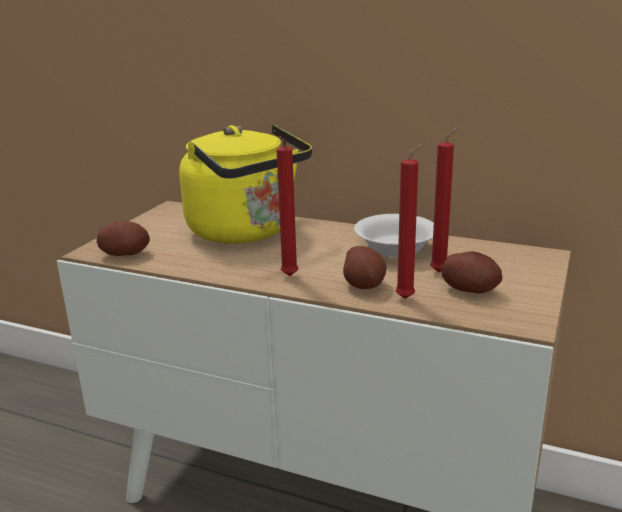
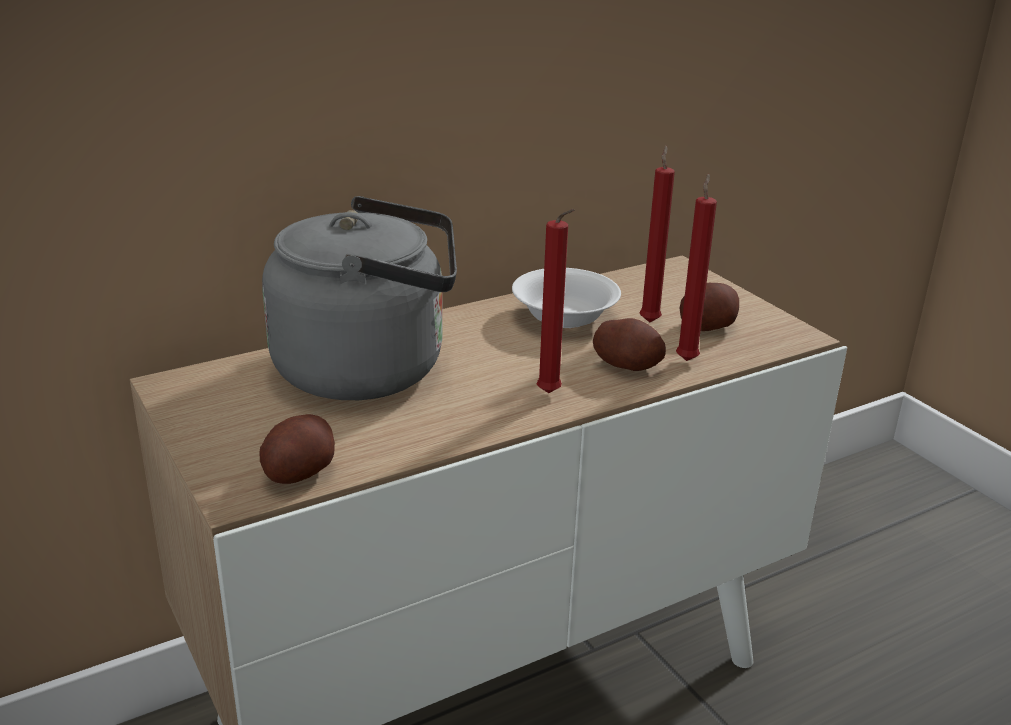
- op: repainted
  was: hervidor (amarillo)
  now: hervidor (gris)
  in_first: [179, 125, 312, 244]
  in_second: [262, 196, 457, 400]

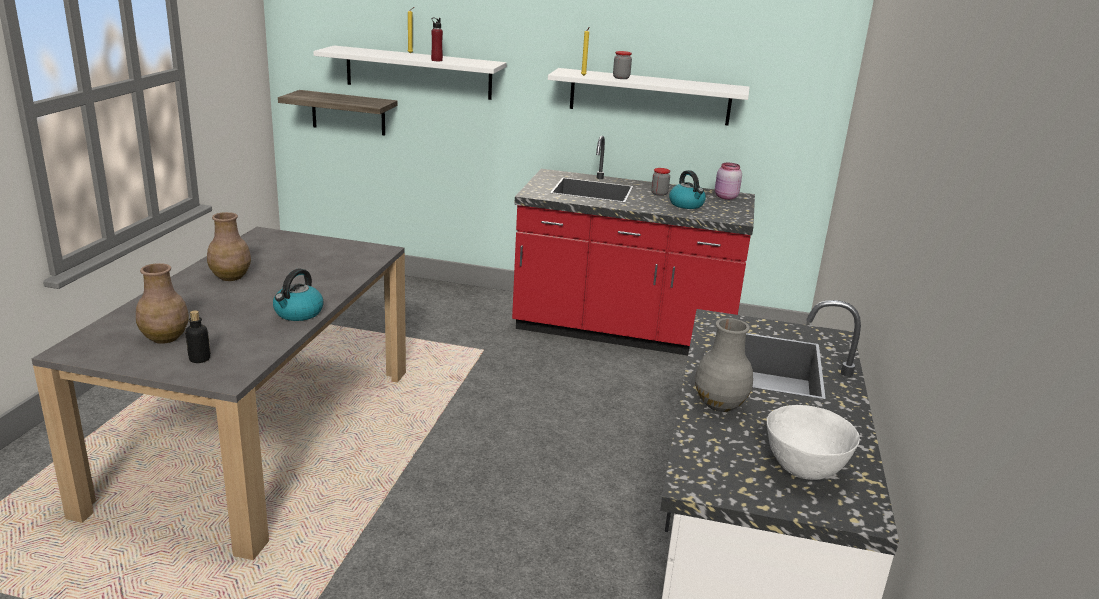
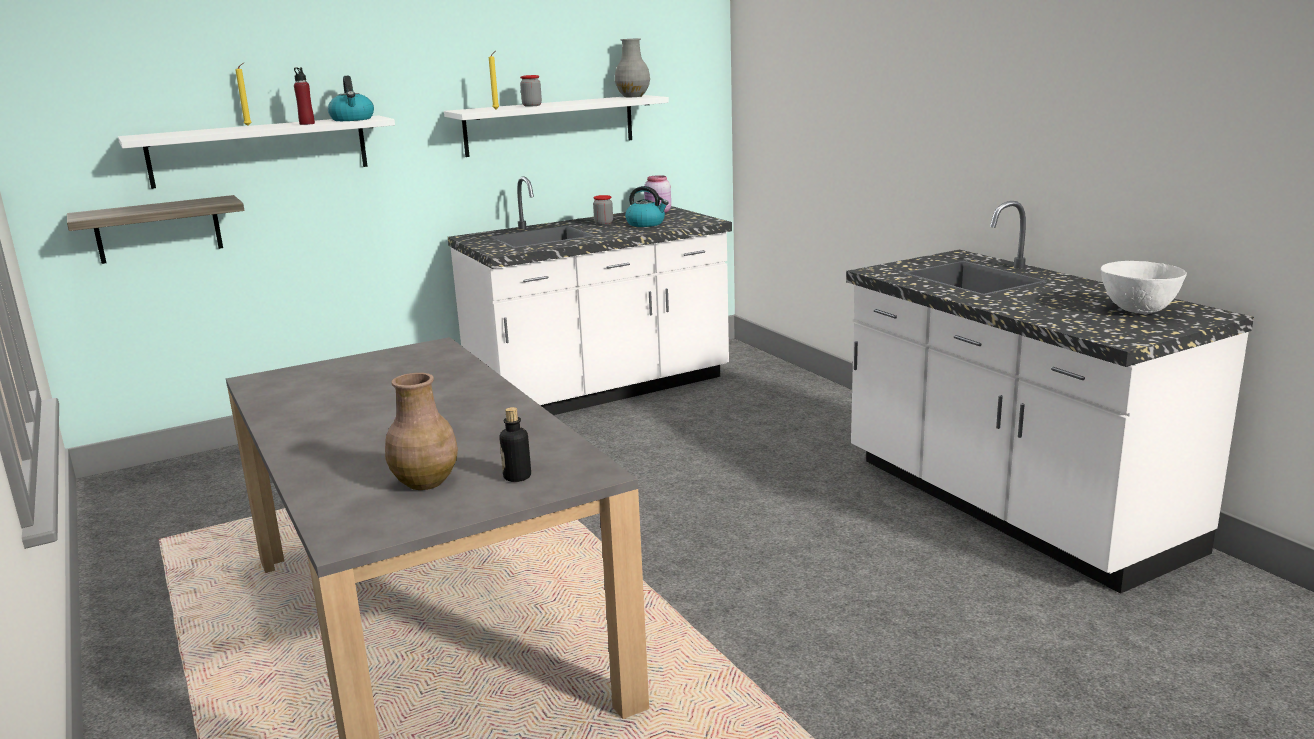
- op: gone
  was: florero (marrón)
  in_first: [207, 212, 251, 281]
- op: shifted
  was: hervidor
  in_first: [273, 268, 324, 321]
  in_second: [328, 76, 374, 121]
- op: shifted
  was: florero (gris)
  in_first: [695, 318, 753, 412]
  in_second: [615, 38, 650, 97]
- op: repainted
  was: mueble bajo de cocina (rojo)
  now: mueble bajo de cocina (blanco)
  in_first: [512, 136, 755, 356]
  in_second: [448, 176, 732, 415]

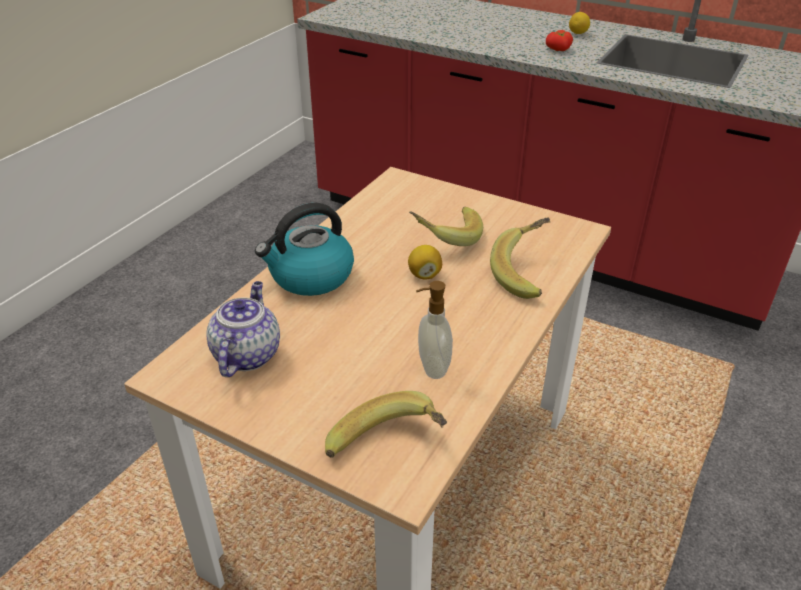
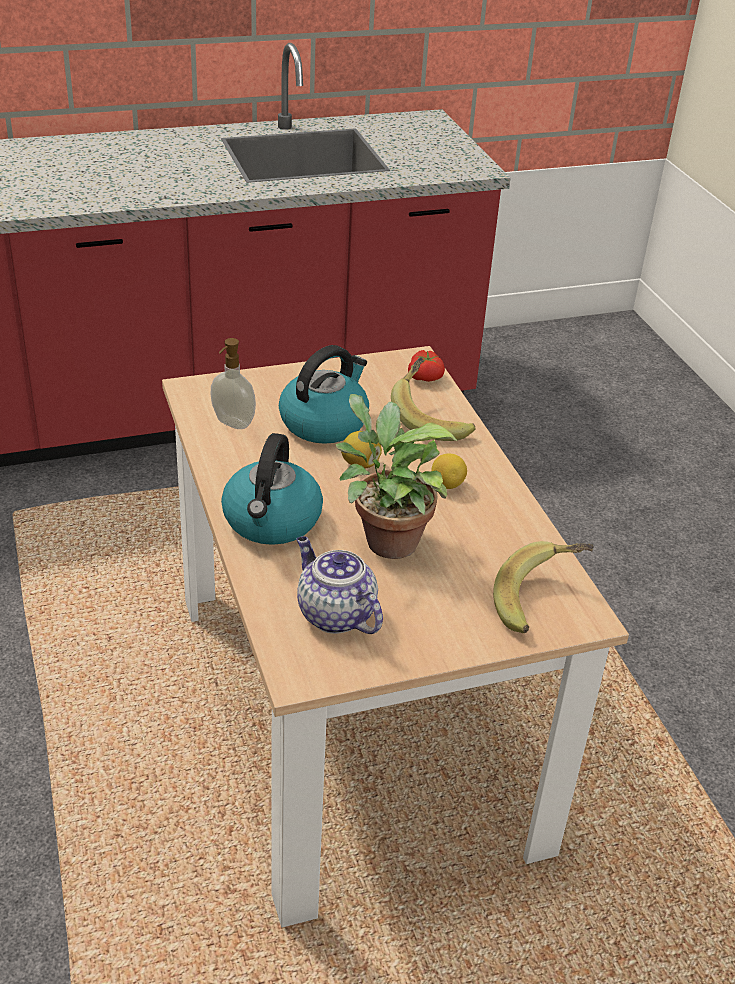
- op: new
  now: planta en maceta
  in_second: [336, 394, 457, 559]
- op: shifted
  was: dispensador de jabón
  in_first: [416, 281, 453, 379]
  in_second: [210, 338, 256, 429]
- op: shifted
  was: tomate
  in_first: [546, 30, 573, 51]
  in_second: [408, 350, 445, 382]
- op: shifted
  was: limón
  in_first: [569, 12, 590, 34]
  in_second: [431, 454, 467, 489]
- op: swapped
  was: plátano
  now: hervidor
  in_first: [409, 207, 483, 246]
  in_second: [279, 345, 369, 444]

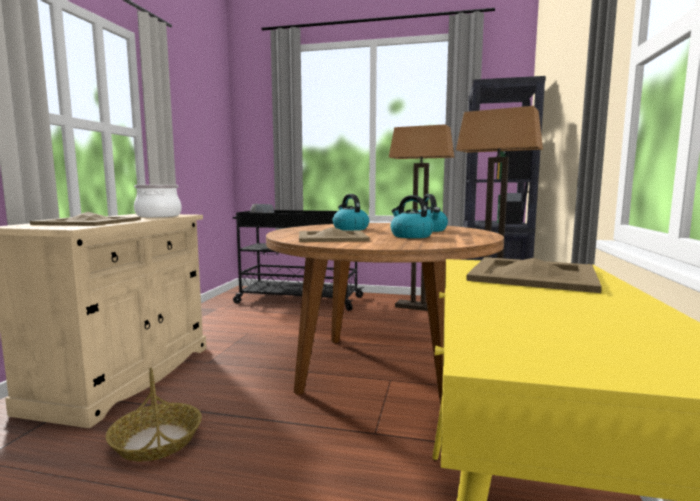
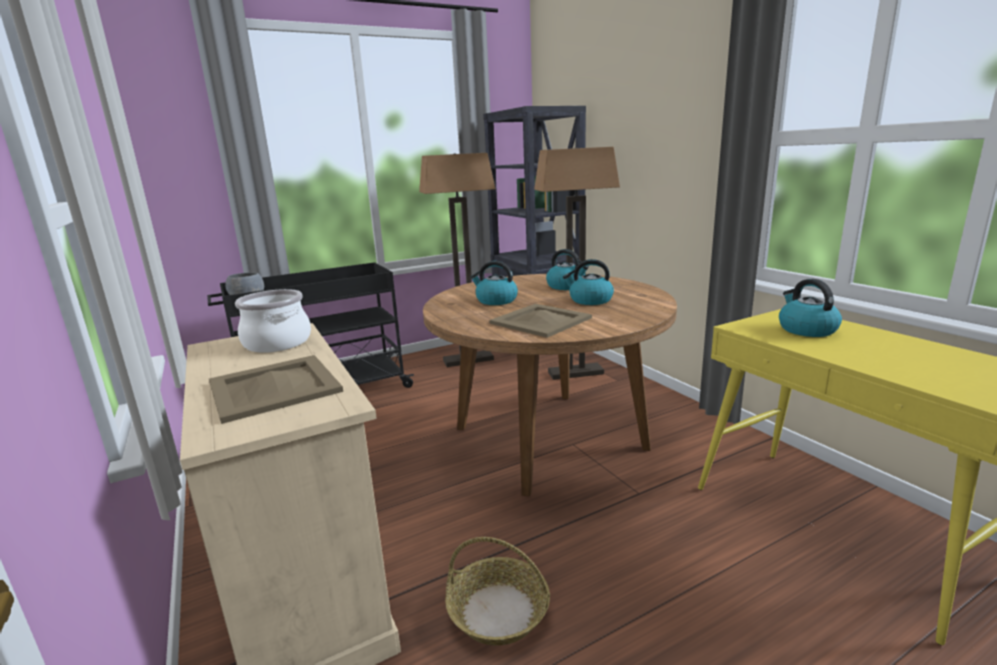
- op: swapped
  was: bandeja (beis)
  now: hervidor
  in_first: [466, 257, 602, 293]
  in_second: [779, 279, 842, 337]

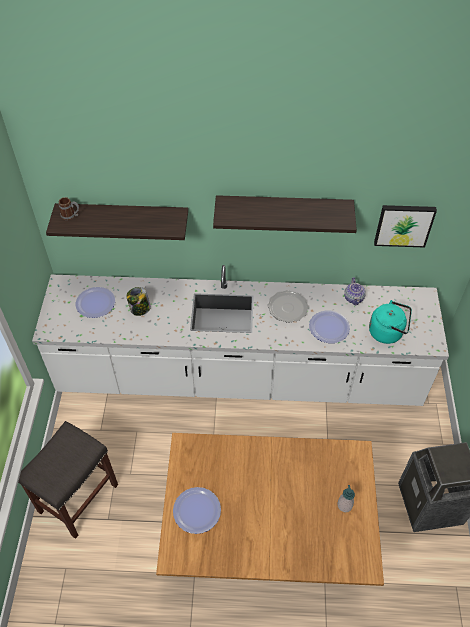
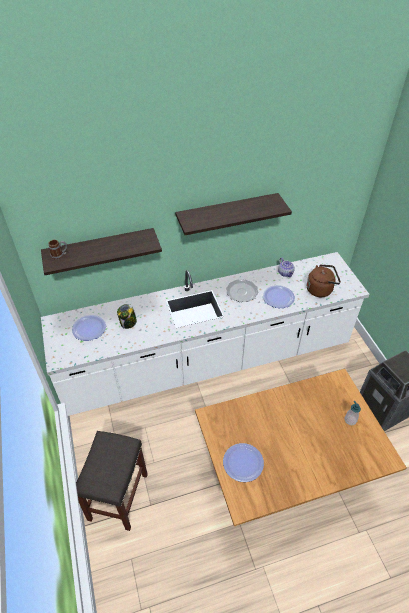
- op: gone
  was: cuadro
  in_first: [374, 205, 437, 248]
- op: repainted
  was: hervidor (turquesa)
  now: hervidor (marrón)
  in_first: [369, 300, 412, 344]
  in_second: [307, 264, 341, 297]

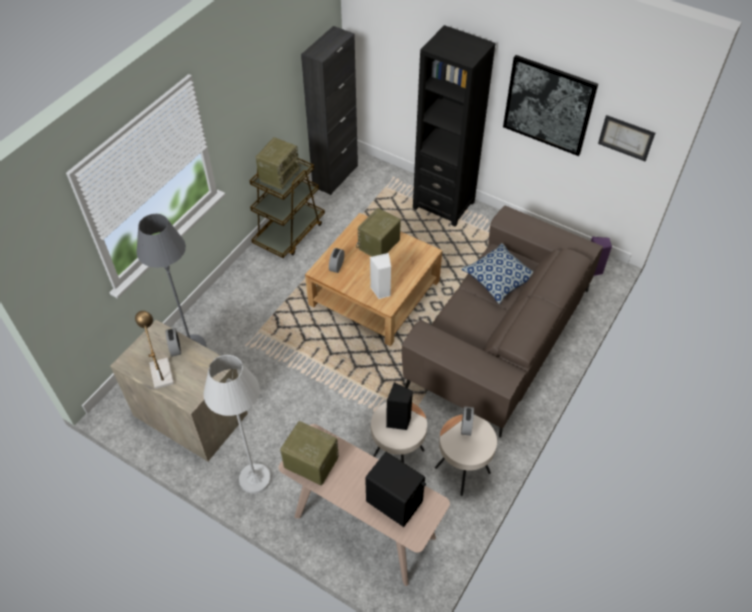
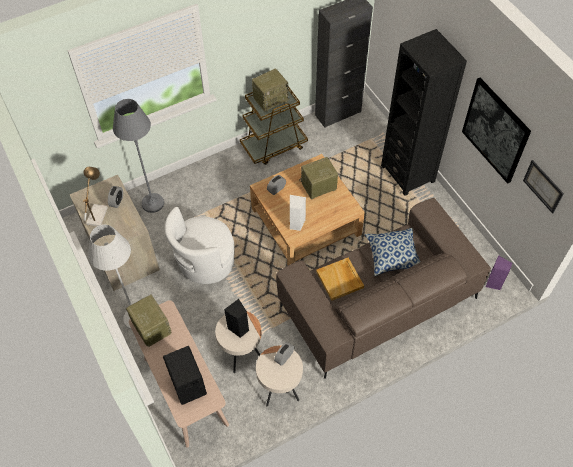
- op: new
  now: sillón (blanco)
  in_second: [165, 207, 235, 284]
- op: new
  now: bandeja (beis)
  in_second: [316, 258, 364, 301]

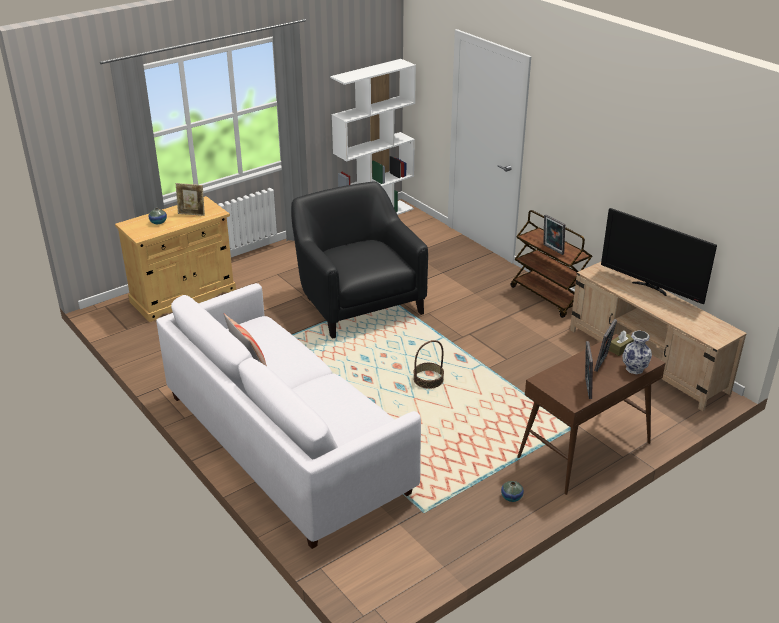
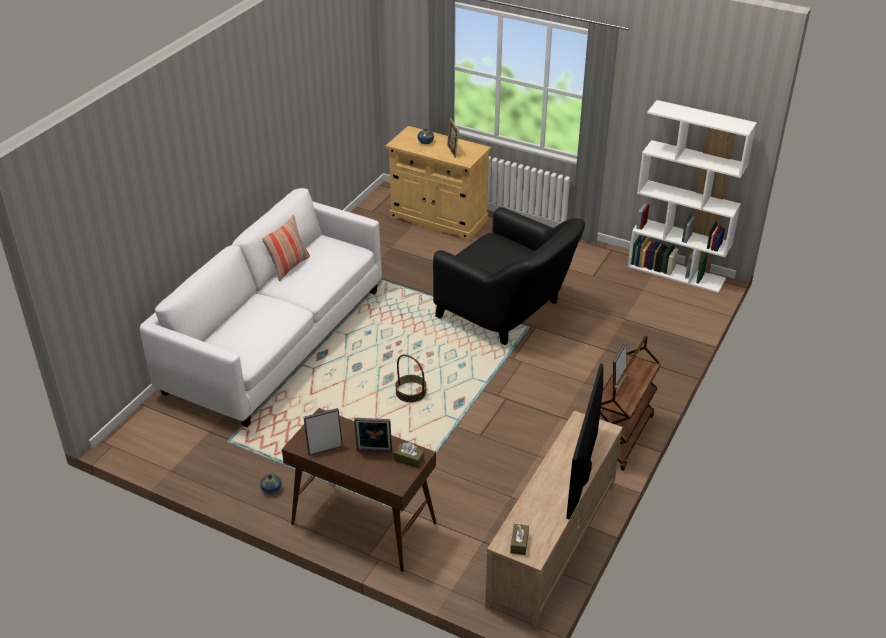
- op: gone
  was: florero
  in_first: [622, 330, 652, 375]
- op: new
  now: caja de pañuelos (marrón)
  in_second: [510, 524, 529, 555]
- op: rotated
  was: sillón (negro)
  in_first: [291, 181, 428, 338]
  in_second: [433, 207, 585, 345]
  clockwise: 90

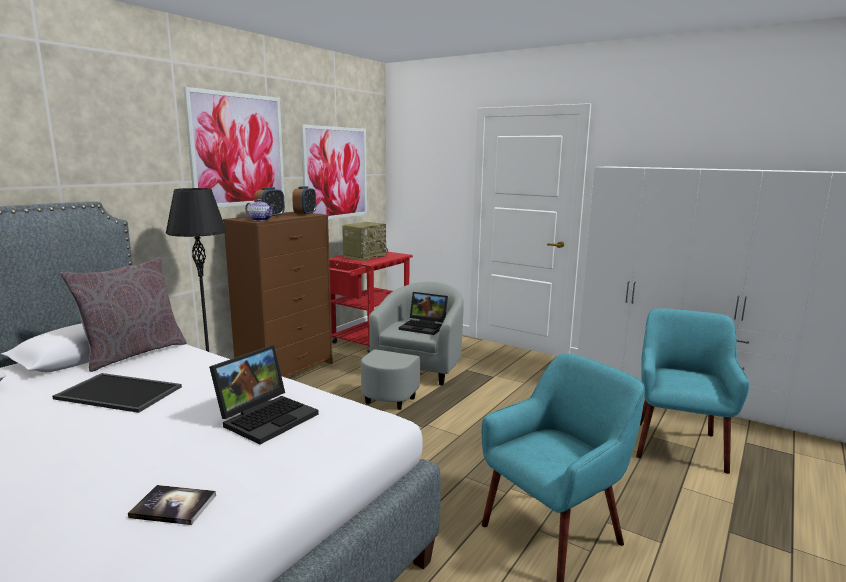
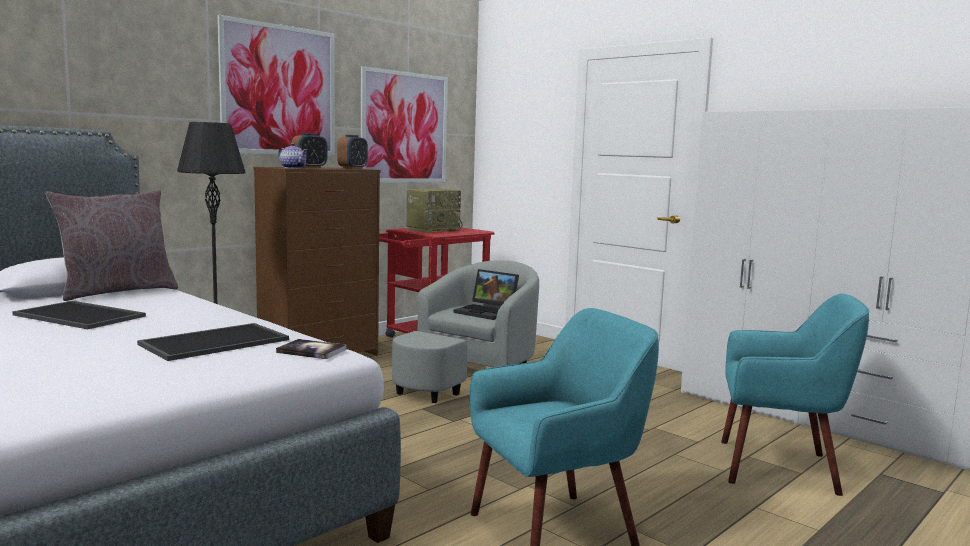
- op: shifted
  was: libro
  in_first: [128, 485, 216, 525]
  in_second: [276, 339, 347, 359]
- op: swapped
  was: portátil
  now: bandeja
  in_first: [209, 345, 319, 444]
  in_second: [137, 323, 289, 361]
- op: rotated
  was: sillón (turquesa)
  in_first: [636, 308, 749, 474]
  in_second: [721, 293, 869, 496]
  clockwise: 75

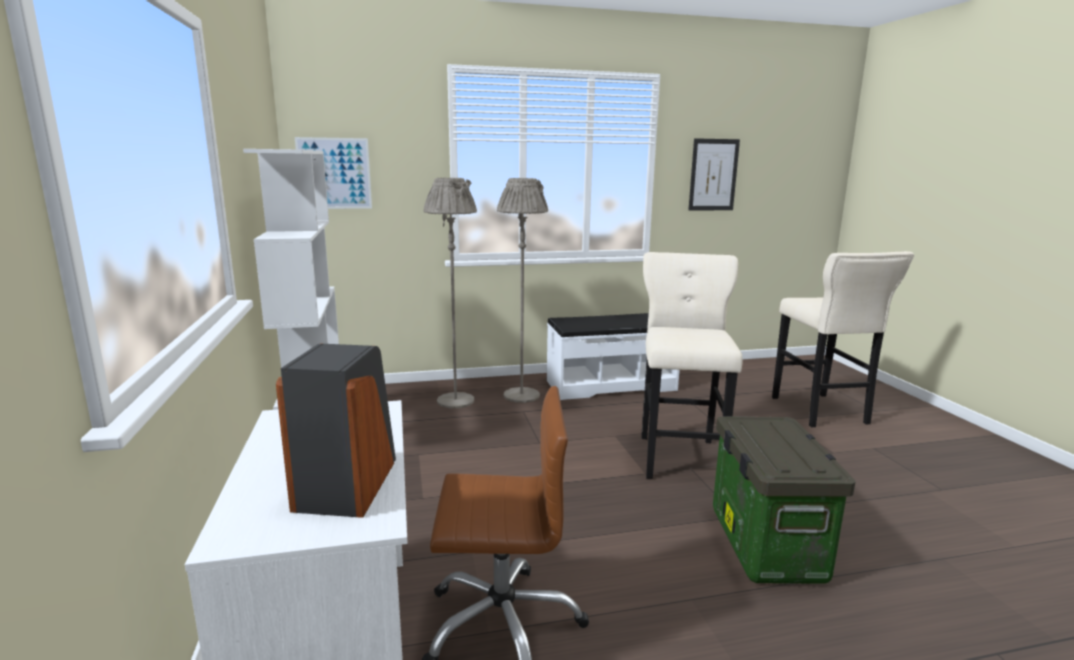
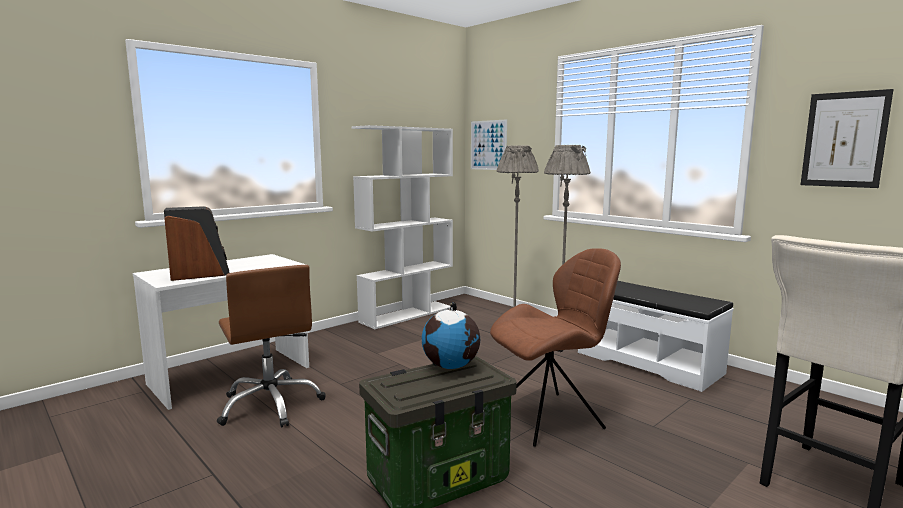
- op: new
  now: globo terráqueo
  in_second: [422, 302, 480, 369]
- op: swapped
  was: taburete (beis)
  now: silla (marrón)
  in_first: [641, 252, 742, 479]
  in_second: [490, 248, 621, 447]

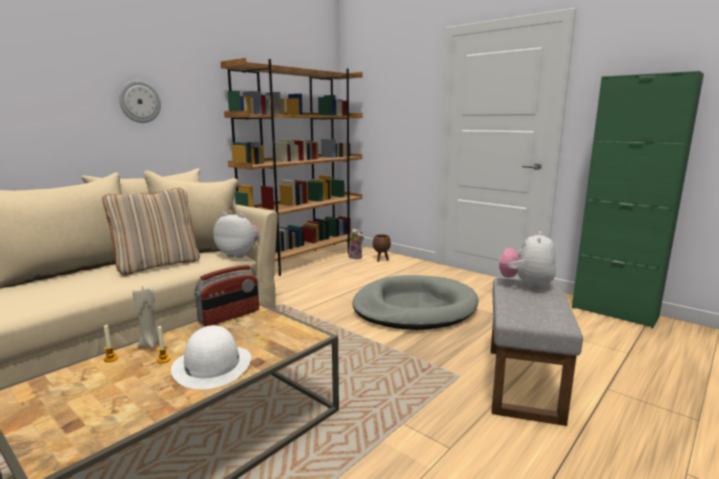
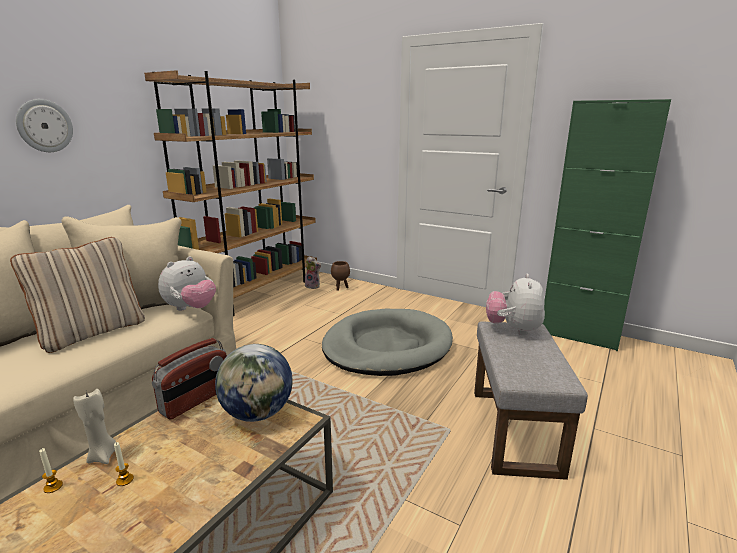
- op: gone
  was: sombrero (blanco)
  in_first: [171, 325, 251, 389]
- op: new
  now: globo terráqueo
  in_second: [215, 344, 293, 422]
- op: rotated
  was: peluche
  in_first: [213, 212, 259, 258]
  in_second: [158, 256, 216, 311]
  clockwise: 120

